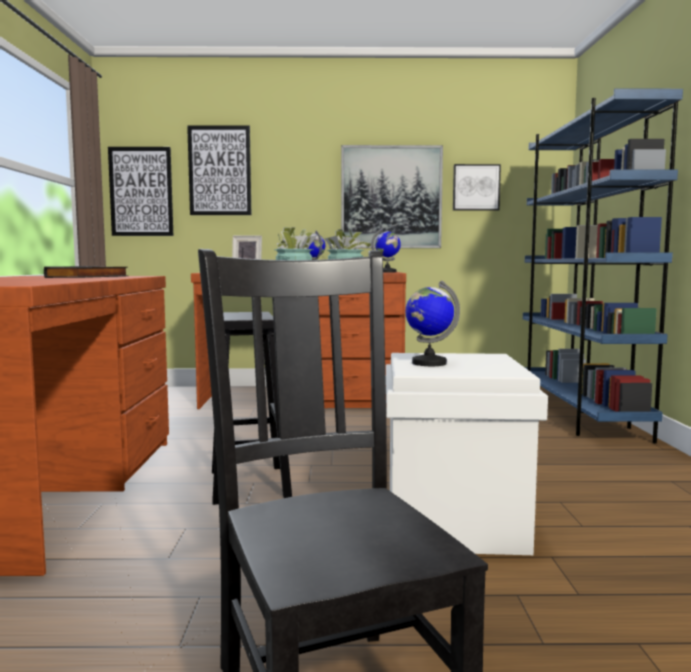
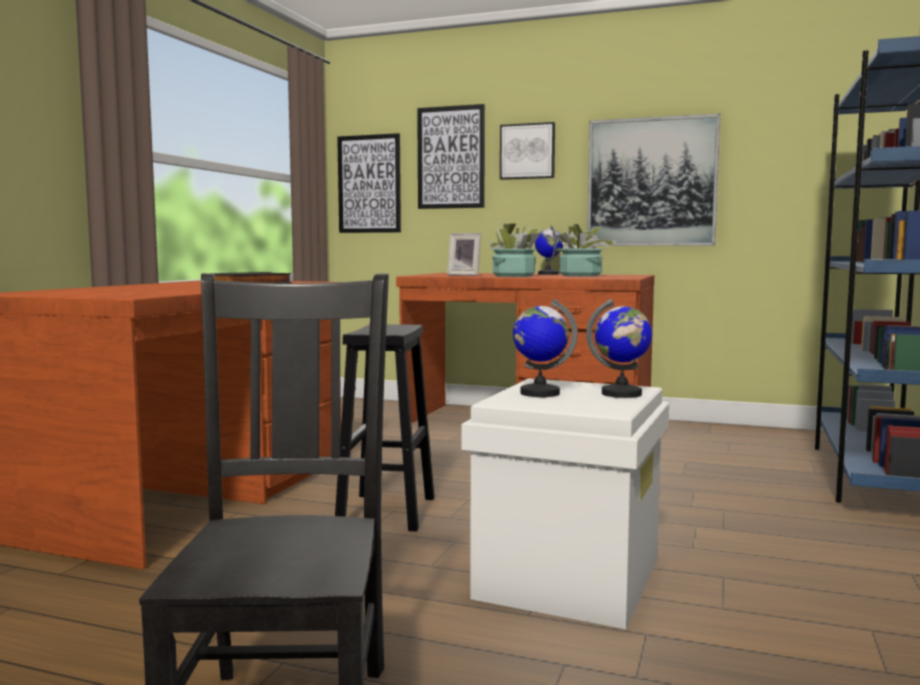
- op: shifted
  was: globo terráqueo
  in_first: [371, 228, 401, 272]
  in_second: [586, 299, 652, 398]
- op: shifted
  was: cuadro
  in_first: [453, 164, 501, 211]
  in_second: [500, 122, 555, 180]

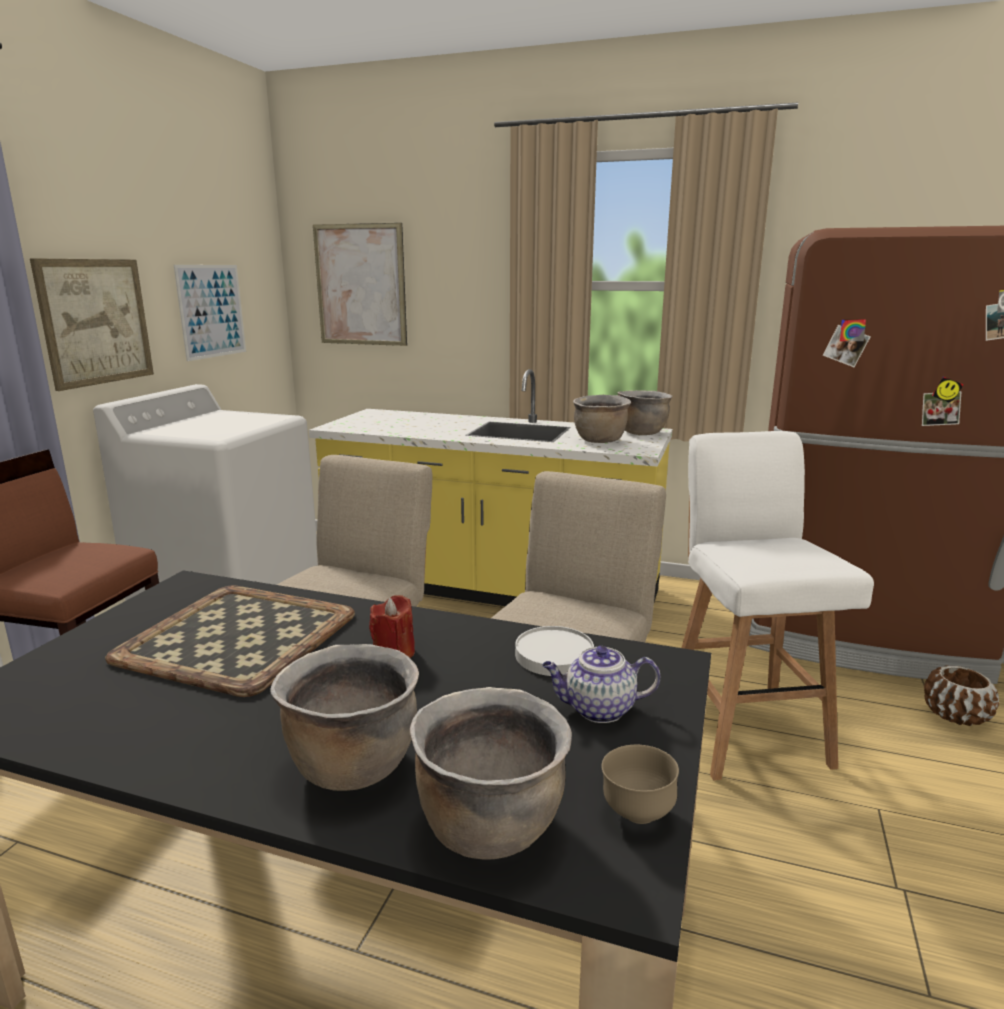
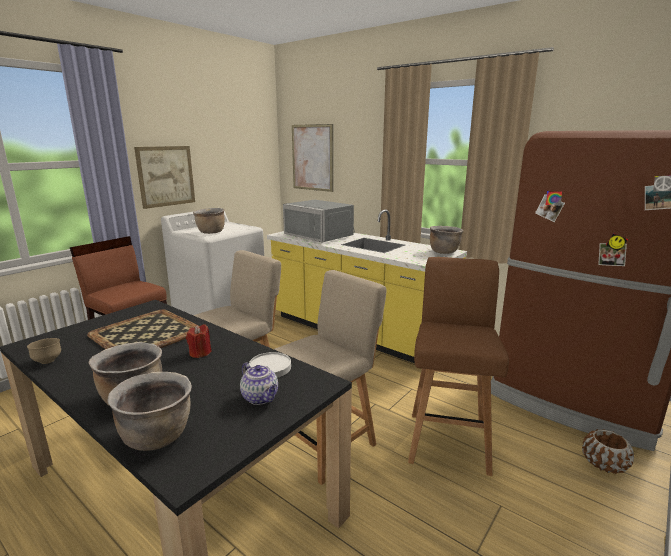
- op: gone
  was: cuadro
  in_first: [174, 265, 246, 361]
- op: new
  now: microondas (gris)
  in_second: [283, 200, 355, 242]
- op: shifted
  was: olla (marrón)
  in_first: [573, 395, 631, 443]
  in_second: [193, 208, 225, 234]
- op: shifted
  was: cuenco (marrón)
  in_first: [601, 745, 679, 824]
  in_second: [27, 338, 61, 364]
- op: repainted
  was: taburete (blanco)
  now: taburete (marrón)
  in_first: [681, 431, 874, 780]
  in_second: [408, 257, 509, 476]
- op: rotated
  was: tetera
  in_first: [542, 646, 660, 723]
  in_second: [240, 362, 278, 405]
  clockwise: -150

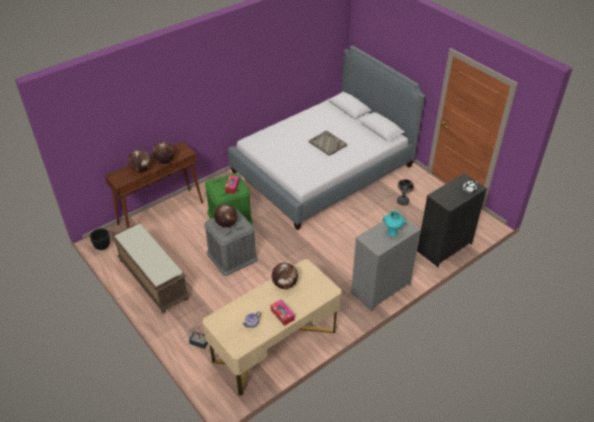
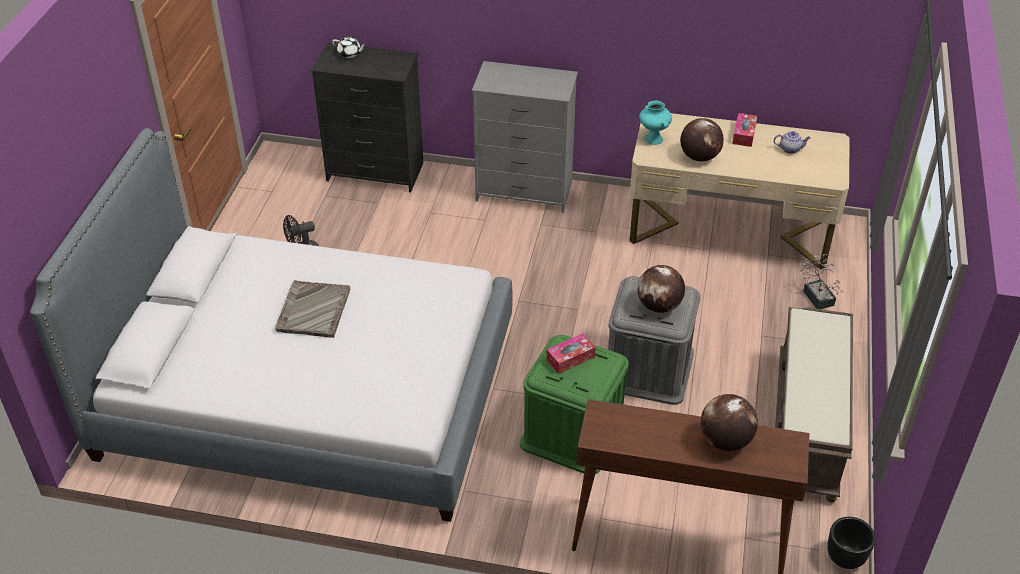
- op: gone
  was: globo terráqueo
  in_first: [152, 142, 175, 164]
- op: shifted
  was: florero (turquesa)
  in_first: [382, 211, 406, 236]
  in_second: [639, 100, 672, 145]

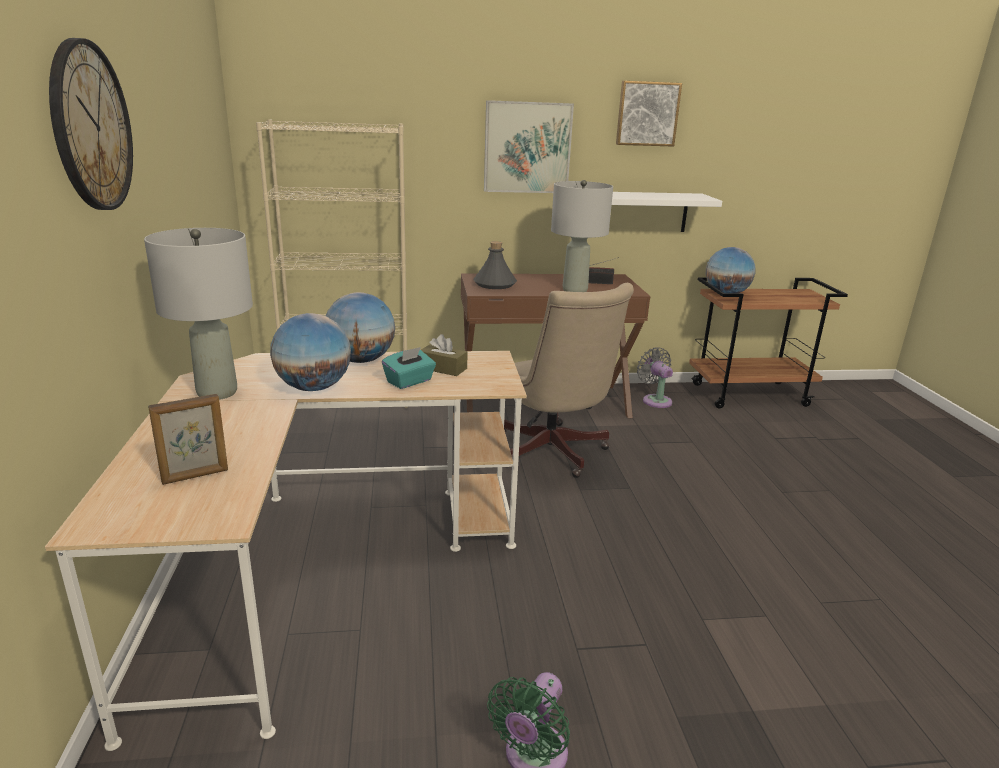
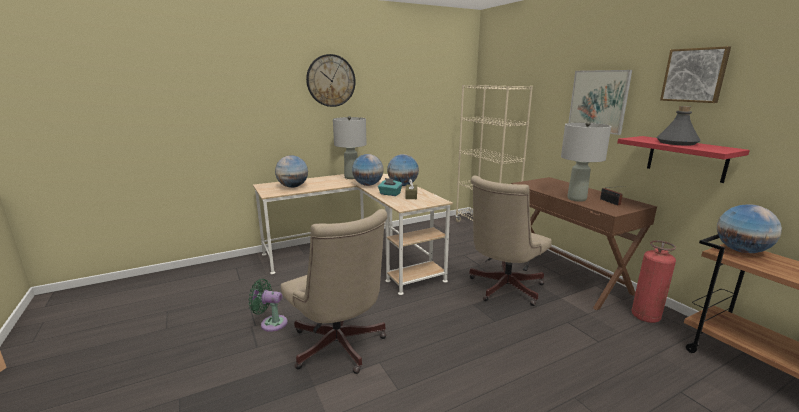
- op: new
  now: silla de oficina (beis)
  in_second: [281, 209, 387, 374]
- op: shifted
  was: botella (gris)
  in_first: [473, 241, 517, 289]
  in_second: [656, 106, 701, 146]
- op: swapped
  was: portarretratos
  now: globo terráqueo
  in_first: [148, 394, 228, 485]
  in_second: [275, 155, 308, 188]
- op: swapped
  was: ventilador (gris)
  now: extintor
  in_first: [637, 347, 673, 408]
  in_second: [631, 240, 676, 323]
- op: repainted
  was: estante (blanco)
  now: estante (rojo)
  in_first: [612, 192, 722, 232]
  in_second: [617, 136, 750, 183]

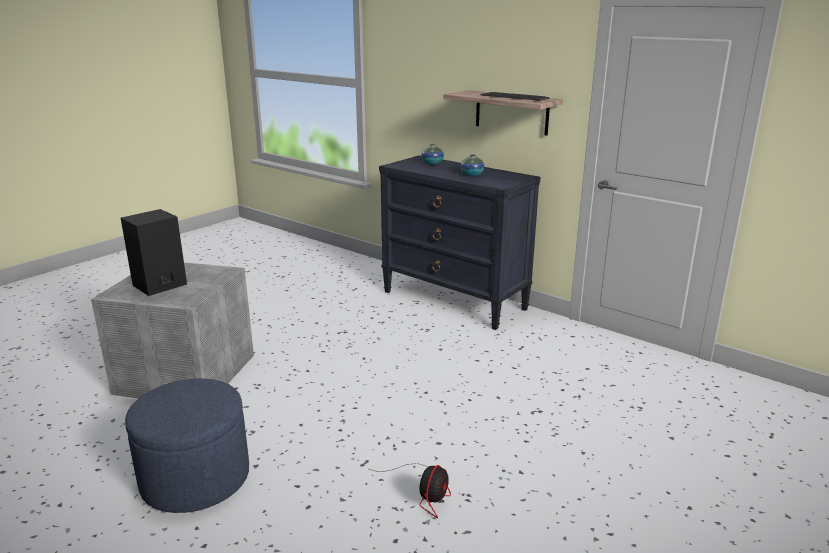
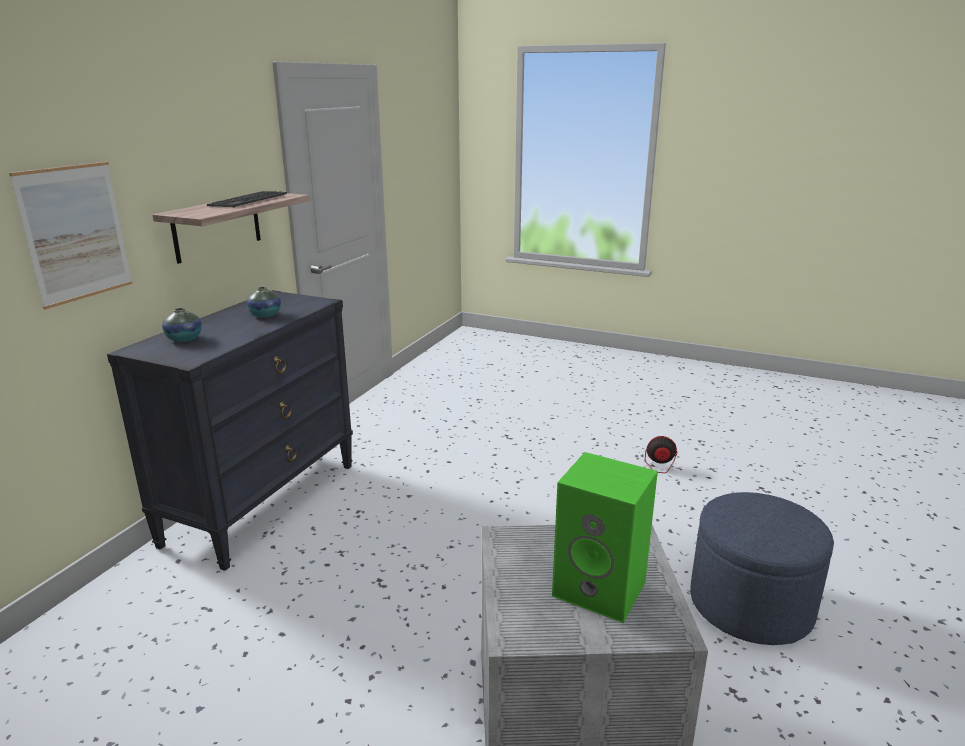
- op: new
  now: cuadro
  in_second: [9, 162, 133, 309]
- op: repainted
  was: altavoz (negro)
  now: altavoz (verde)
  in_first: [121, 209, 187, 296]
  in_second: [552, 452, 658, 623]

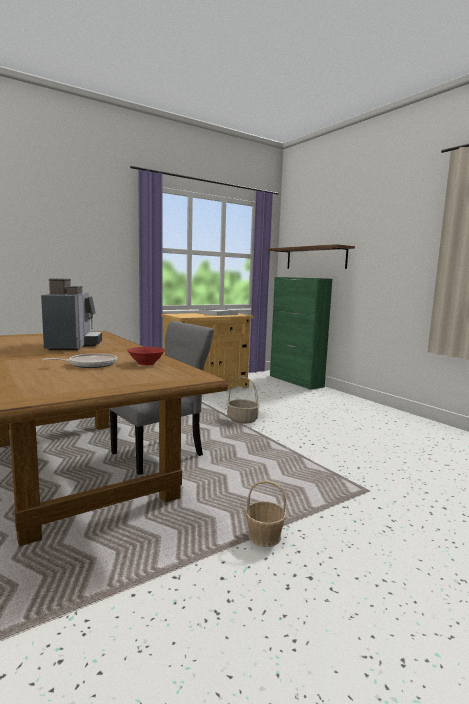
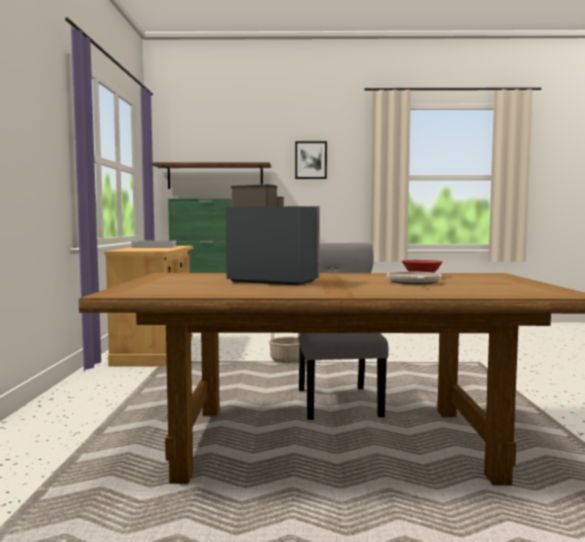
- op: gone
  was: cesta
  in_first: [245, 480, 287, 547]
- op: new
  now: cuadro
  in_second: [295, 141, 327, 179]

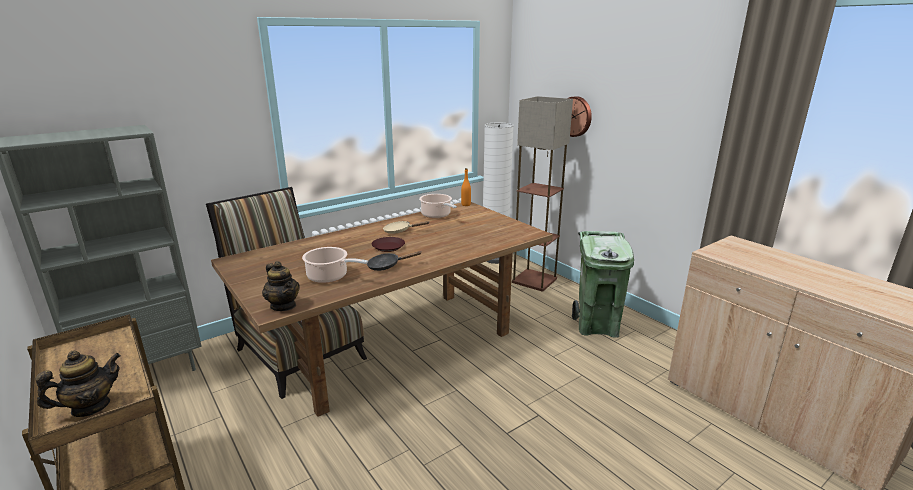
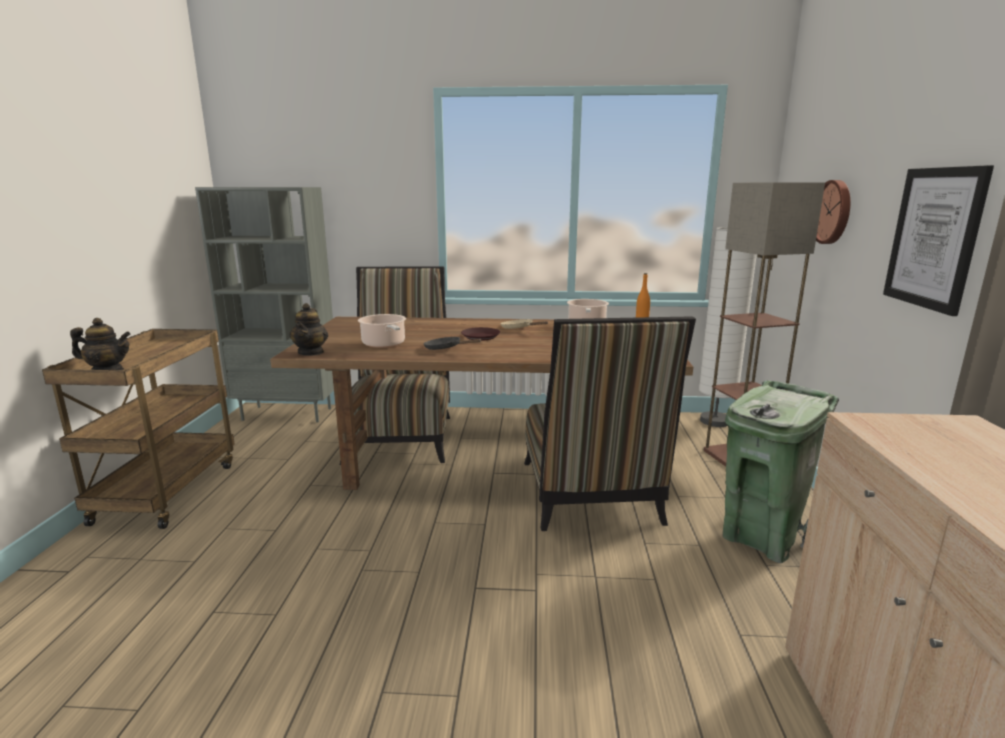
- op: new
  now: silla
  in_second: [524, 316, 696, 531]
- op: new
  now: cuadro
  in_second: [883, 165, 994, 316]

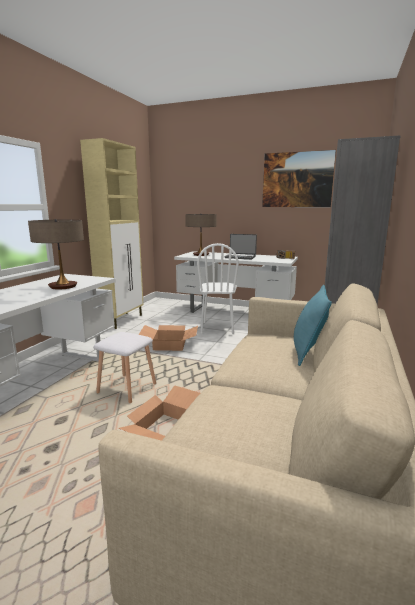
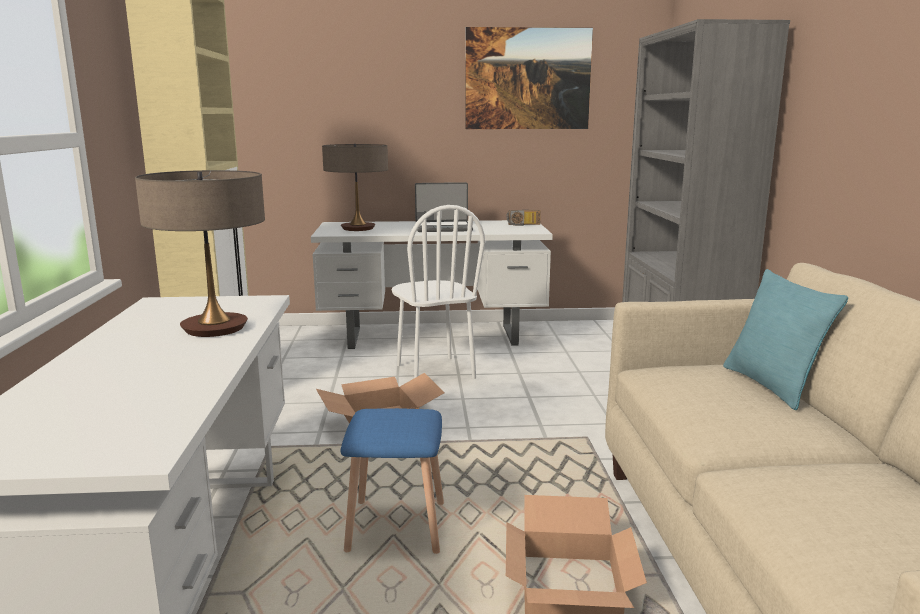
- op: repainted
  was: taburete (blanco)
  now: taburete (azul)
  in_first: [93, 332, 156, 403]
  in_second: [340, 408, 444, 554]

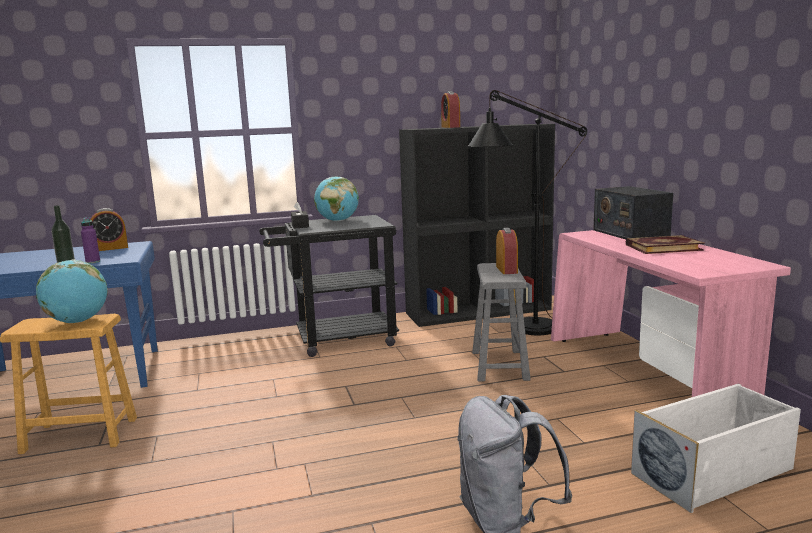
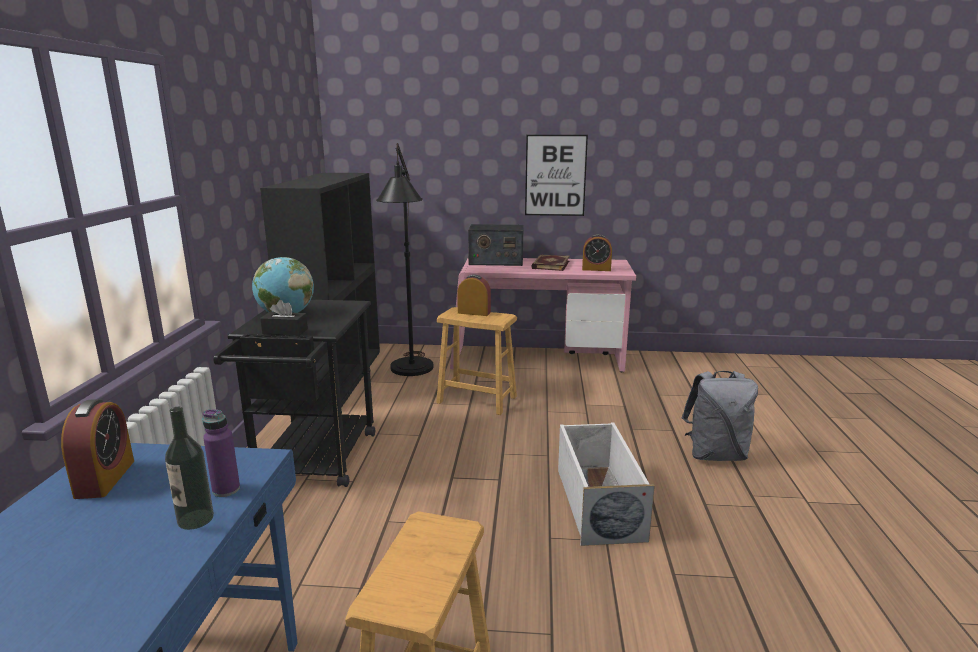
- op: gone
  was: globo terráqueo
  in_first: [36, 260, 108, 323]
- op: new
  now: cuadro
  in_second: [525, 135, 588, 216]
- op: shifted
  was: despertador
  in_first: [441, 91, 460, 128]
  in_second: [582, 234, 612, 271]
- op: shifted
  was: caja de almacenaje (blanco)
  in_first: [631, 384, 801, 513]
  in_second: [558, 423, 655, 546]
- op: repainted
  was: taburete (gris)
  now: taburete (marrón)
  in_first: [472, 263, 531, 382]
  in_second: [436, 307, 517, 415]

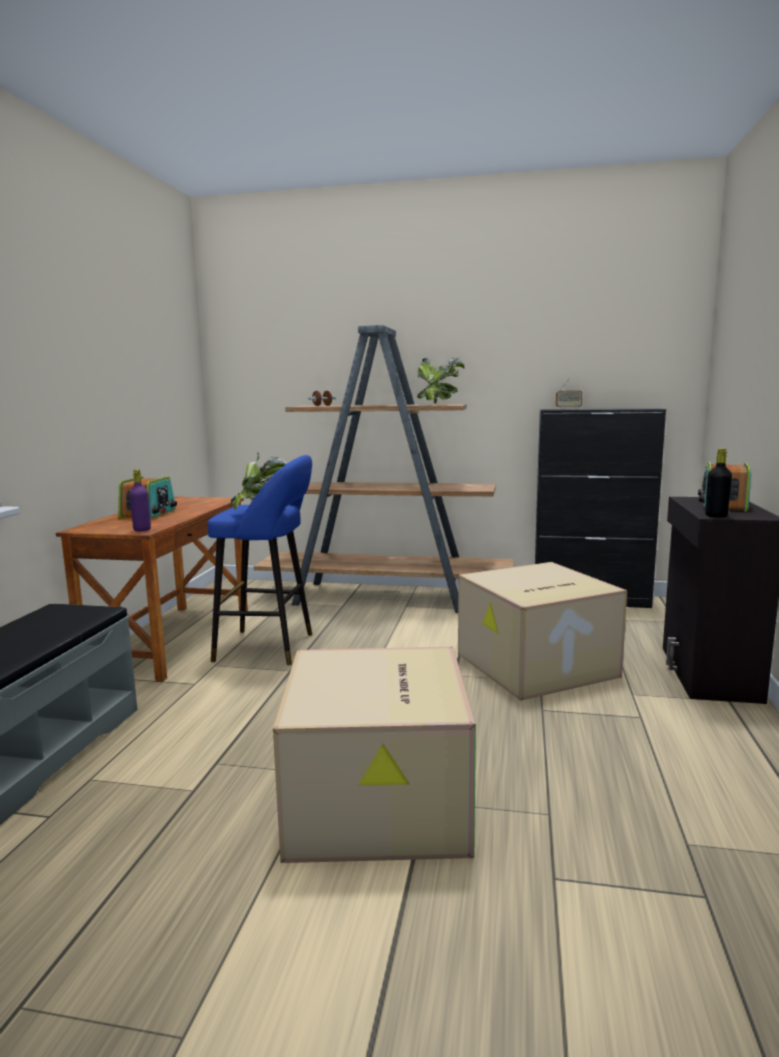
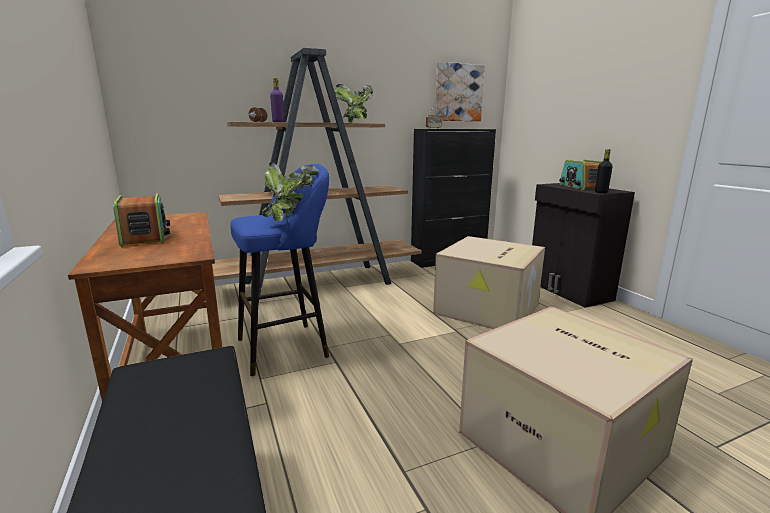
- op: new
  now: cuadro
  in_second: [435, 62, 485, 121]
- op: shifted
  was: botella (morado)
  in_first: [129, 469, 151, 531]
  in_second: [270, 78, 284, 122]

